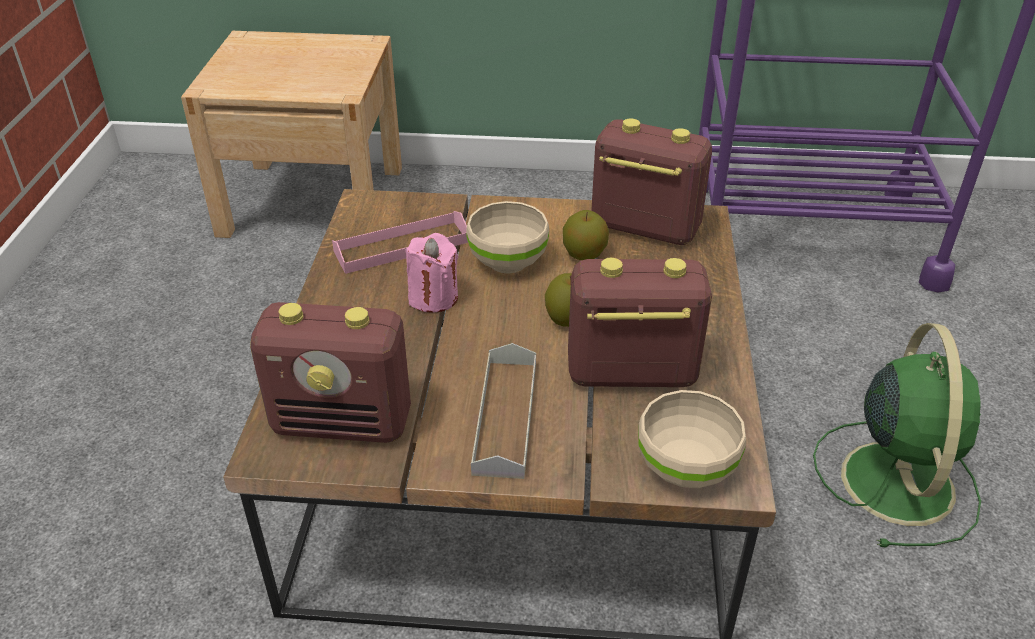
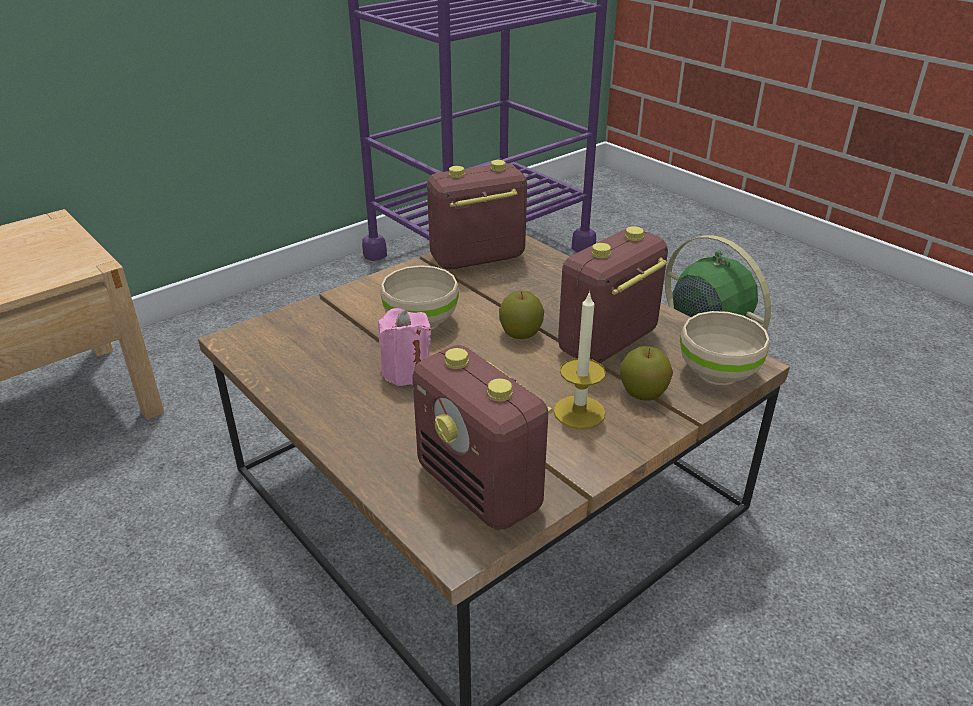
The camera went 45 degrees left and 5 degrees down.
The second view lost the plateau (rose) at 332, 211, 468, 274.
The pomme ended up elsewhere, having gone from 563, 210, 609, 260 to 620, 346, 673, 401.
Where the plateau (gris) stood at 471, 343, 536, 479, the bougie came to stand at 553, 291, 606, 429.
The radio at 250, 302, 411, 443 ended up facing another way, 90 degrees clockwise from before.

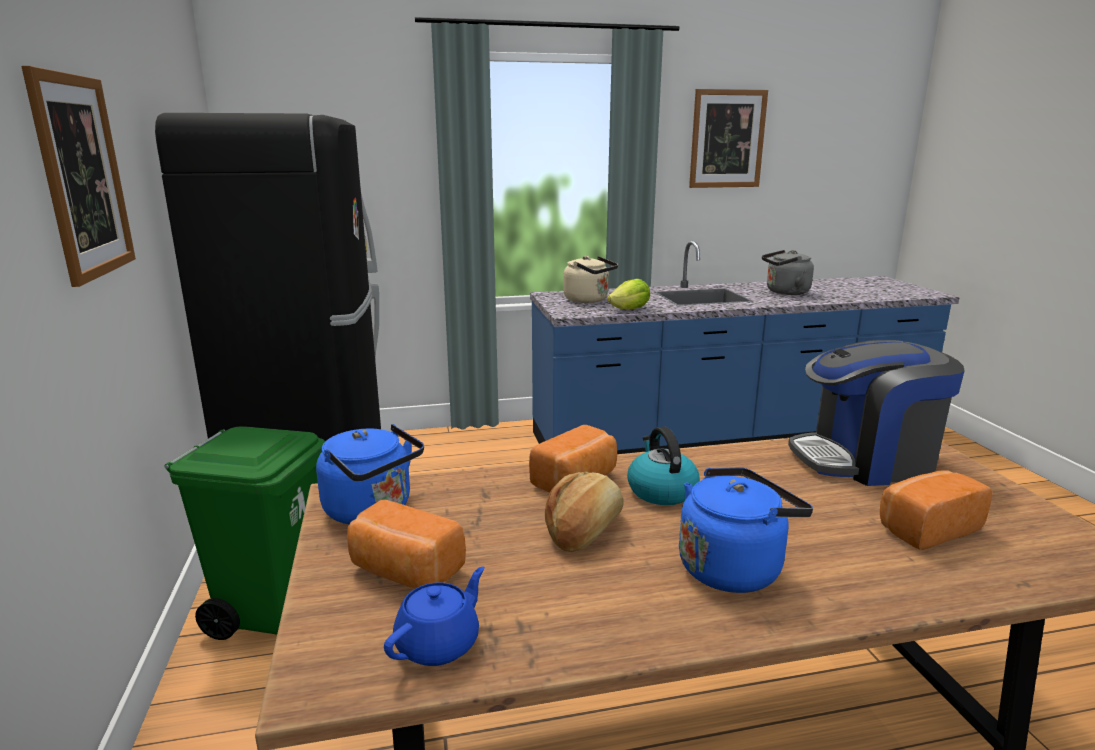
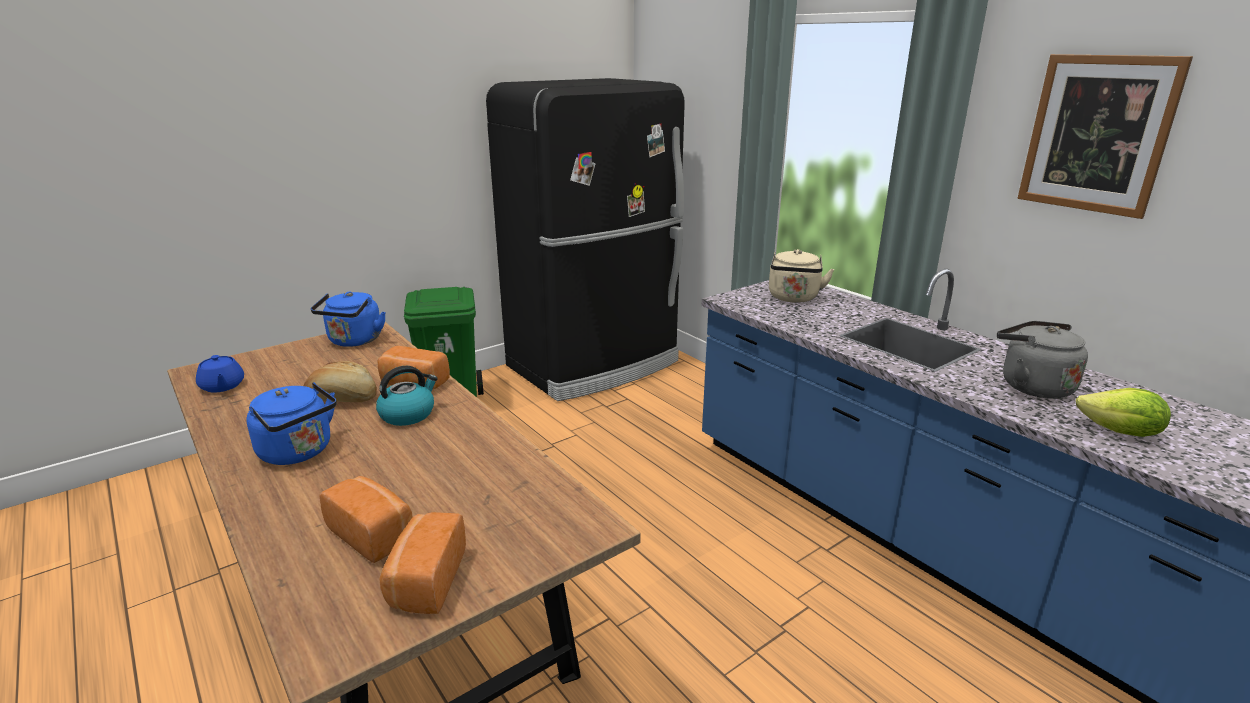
The camera went 65 degrees right and 5 degrees up.
The second view lost the tableau at 22, 66, 136, 287.
The second view lost the machine à café at 788, 340, 965, 486.
The pain ended up elsewhere, having gone from 347, 500, 466, 588 to 379, 512, 466, 614.
The laitue ended up elsewhere, having gone from 607, 279, 650, 310 to 1076, 388, 1171, 437.
The théière (bleu) at 384, 566, 485, 666 ended up facing another way, 45 degrees clockwise from before.

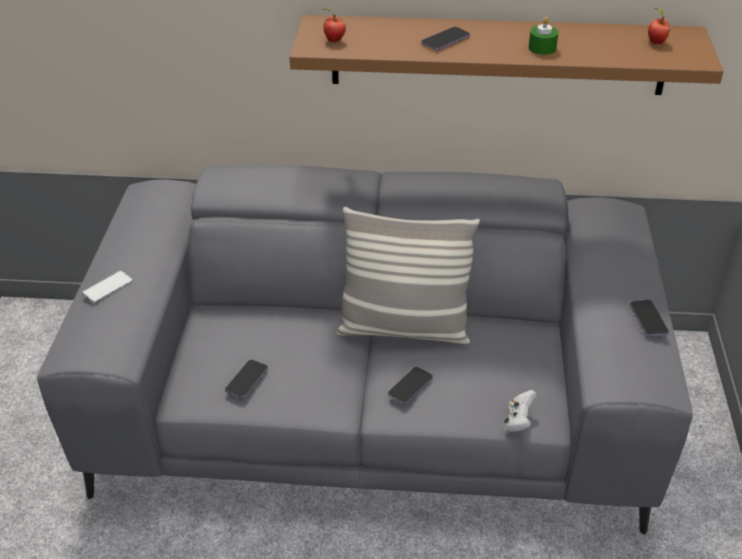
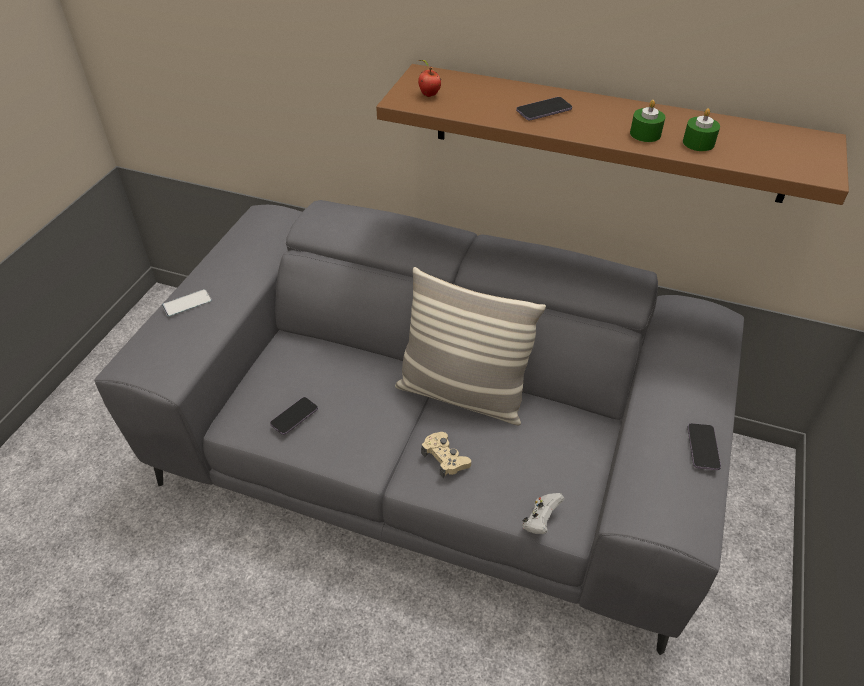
The camera went 15 degrees right and 5 degrees up.
The second view lost the pomme at 648, 8, 670, 44.
The second view gained the bougie (vert) at 683, 108, 720, 151.
Where the téléphone stood at 388, 367, 433, 404, the manette (beige) came to stand at 421, 432, 471, 478.

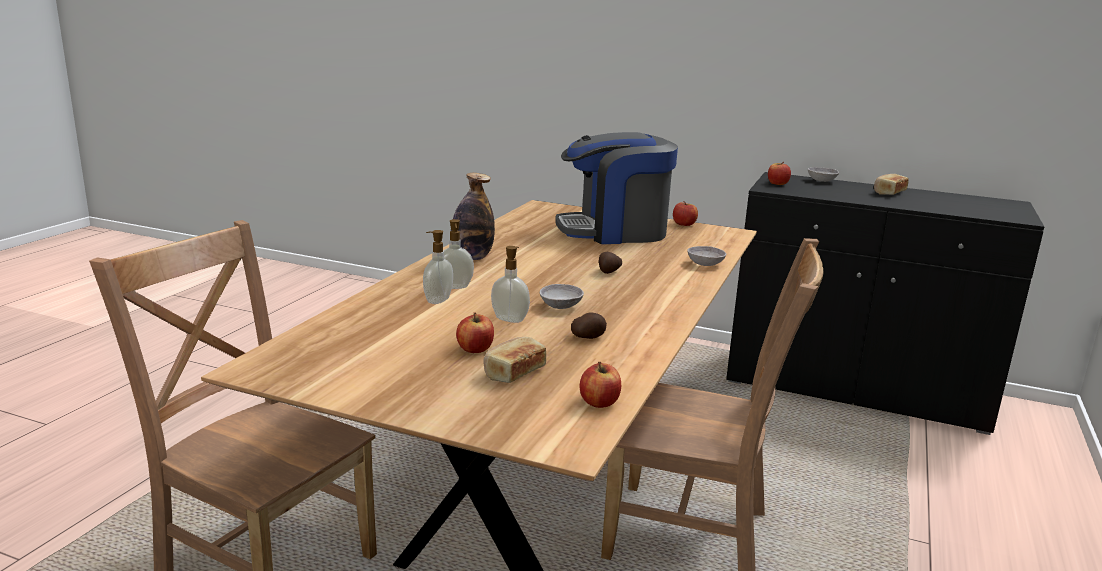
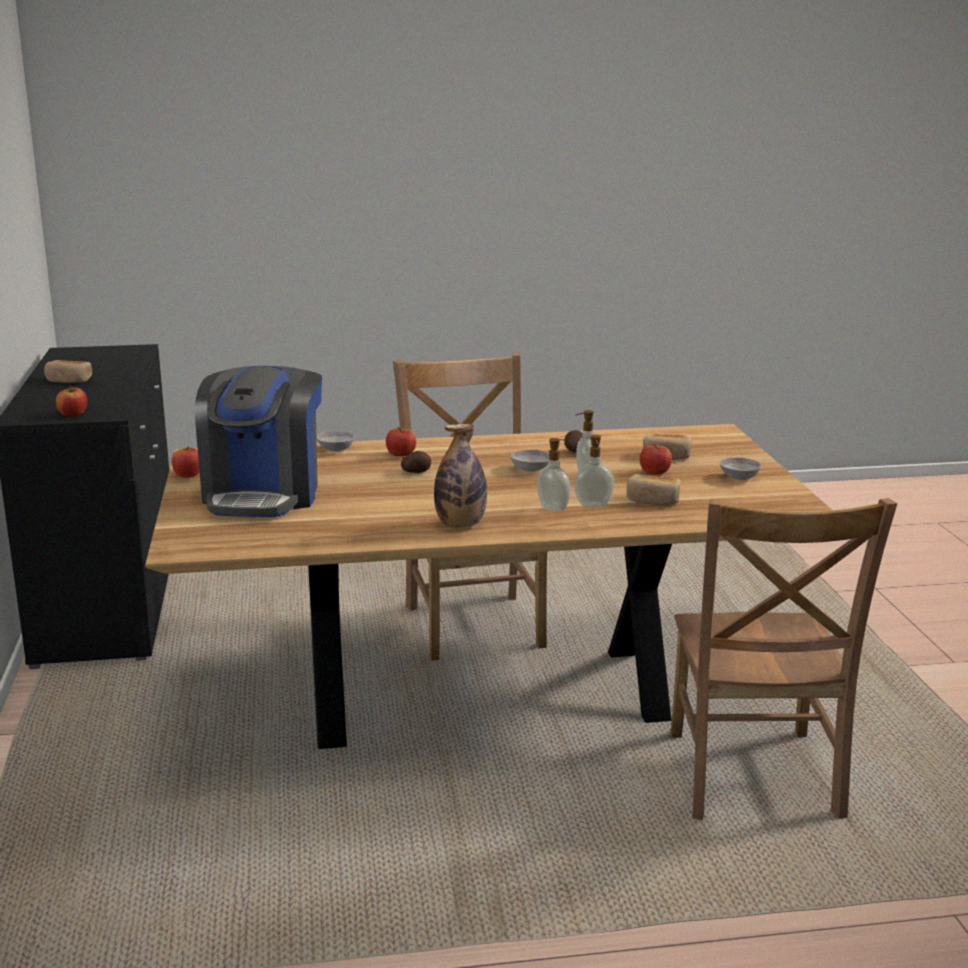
The camera went 120 degrees left and 0 degrees up.
The second view gained the pain at 627, 474, 680, 505.
The pomme ended up elsewhere, having gone from 580, 362, 621, 408 to 386, 427, 416, 456.
The bol (gris) ended up elsewhere, having gone from 808, 167, 839, 182 to 720, 457, 761, 480.
The machine à café at 555, 132, 678, 244 ended up facing another way, 45 degrees clockwise from before.

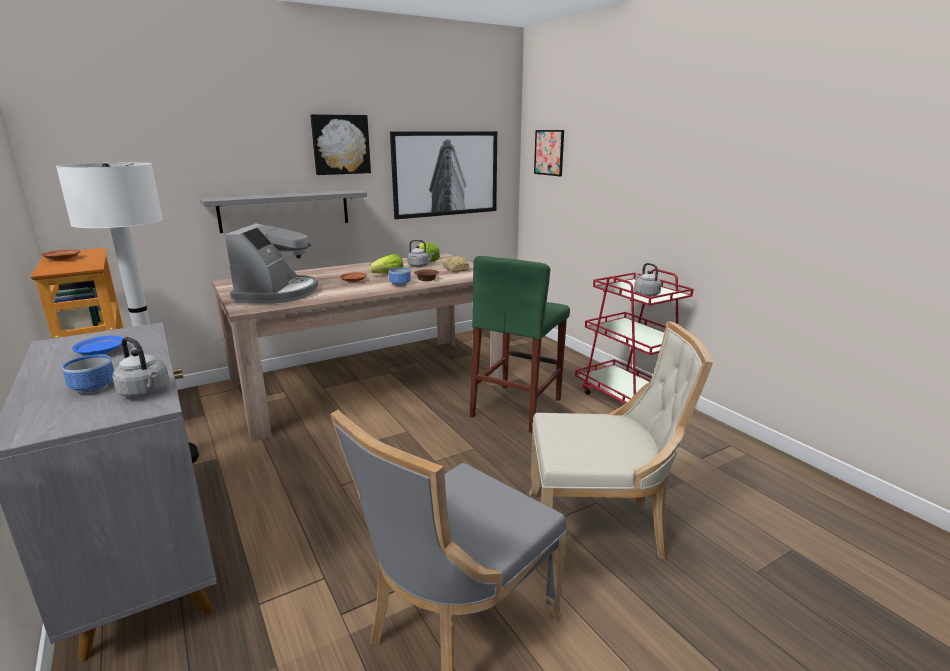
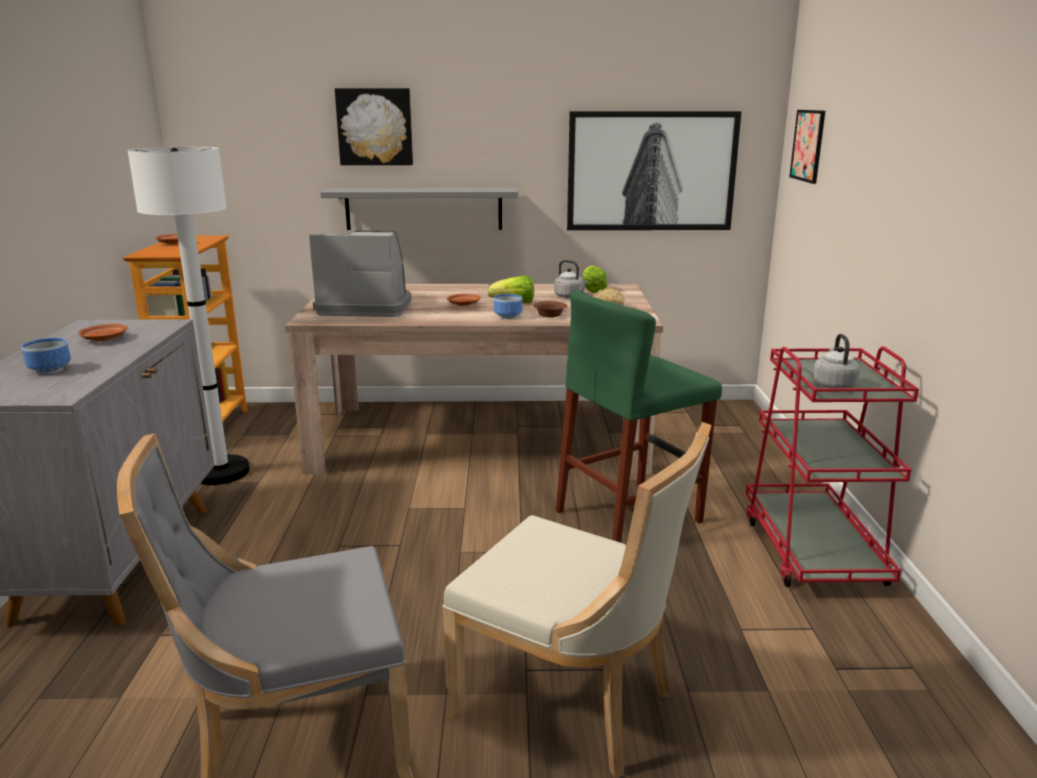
The camera went 30 degrees right and 0 degrees up.
The second view lost the bouilloire (gris) at 112, 337, 169, 398.
The tableau ended up elsewhere, having gone from 310, 114, 371, 175 to 335, 88, 413, 165.
What was the assiette (bleu) at 72, 336, 123, 355 turned into the assiette (marron) at 78, 324, 127, 341.
The machine à café at 225, 223, 318, 304 ended up facing another way, 120 degrees counterclockwise from before.

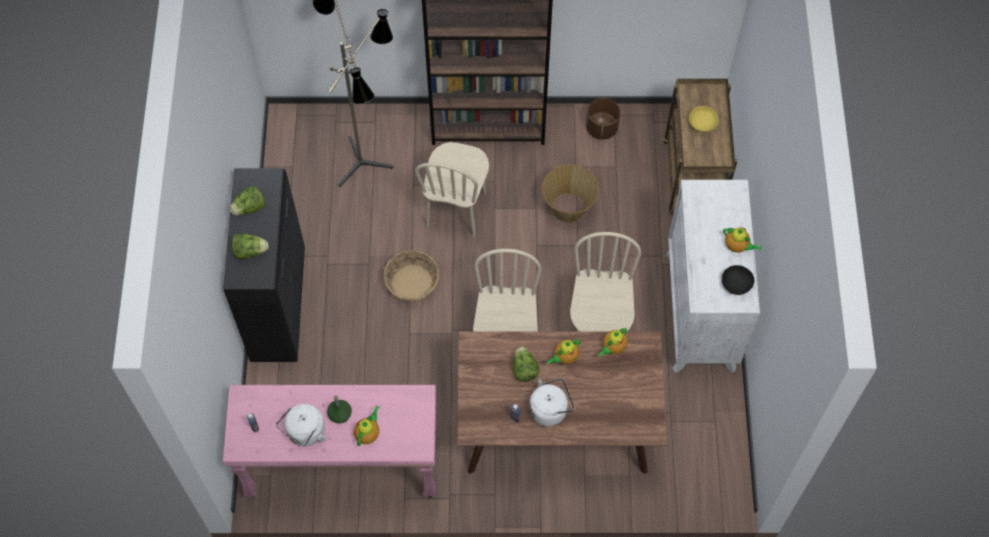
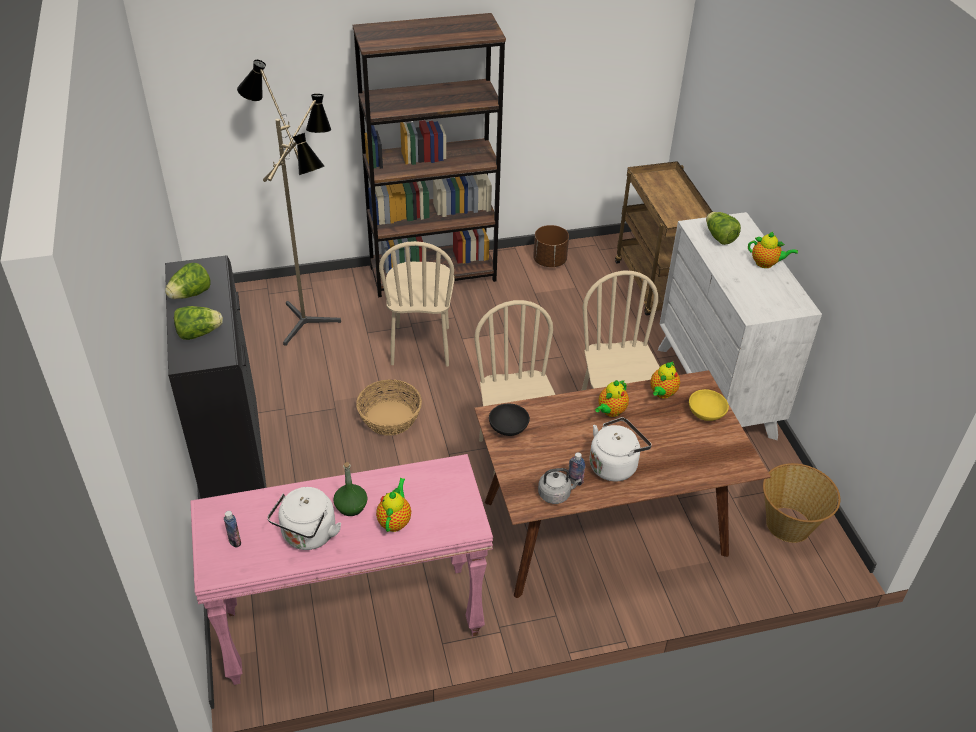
The camera went 15 degrees left and 20 degrees down.
The second view gained the bouilloire (gris) at 538, 468, 582, 504.
The laitue ended up elsewhere, having gone from 513, 346, 539, 382 to 706, 212, 741, 245.
The panier ended up elsewhere, having gone from 542, 164, 599, 223 to 763, 463, 840, 543.
The bol (jaune) ended up elsewhere, having gone from 689, 106, 718, 132 to 689, 389, 729, 421.
The bol (noir) ended up elsewhere, having gone from 722, 265, 754, 295 to 489, 404, 530, 436.

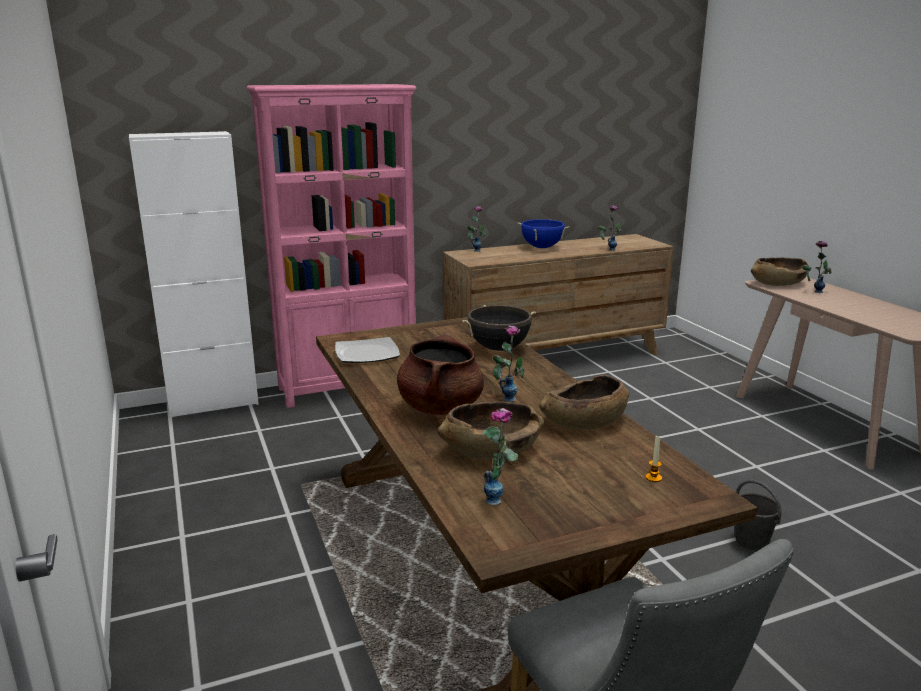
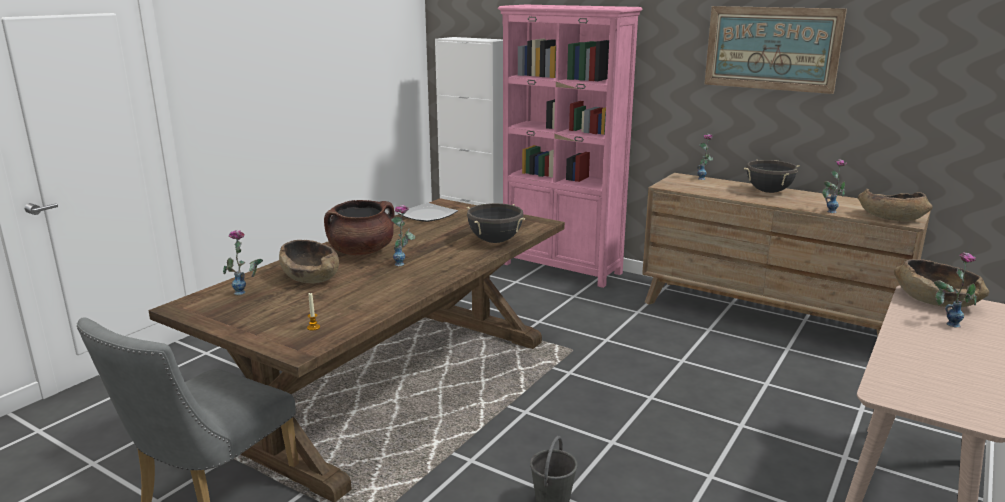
The camera went 55 degrees right and 0 degrees up.
The second view gained the tableau at 705, 6, 847, 94.
The bol (marron) ended up elsewhere, having gone from 539, 375, 629, 430 to 858, 189, 933, 221.
What was the marmite (bleu) at 517, 219, 569, 248 turned into the marmite (noir) at 744, 160, 800, 193.

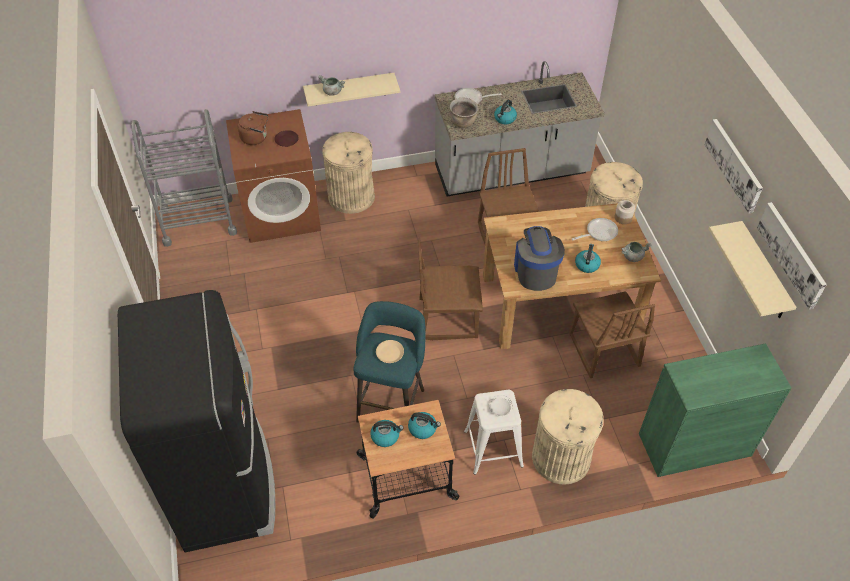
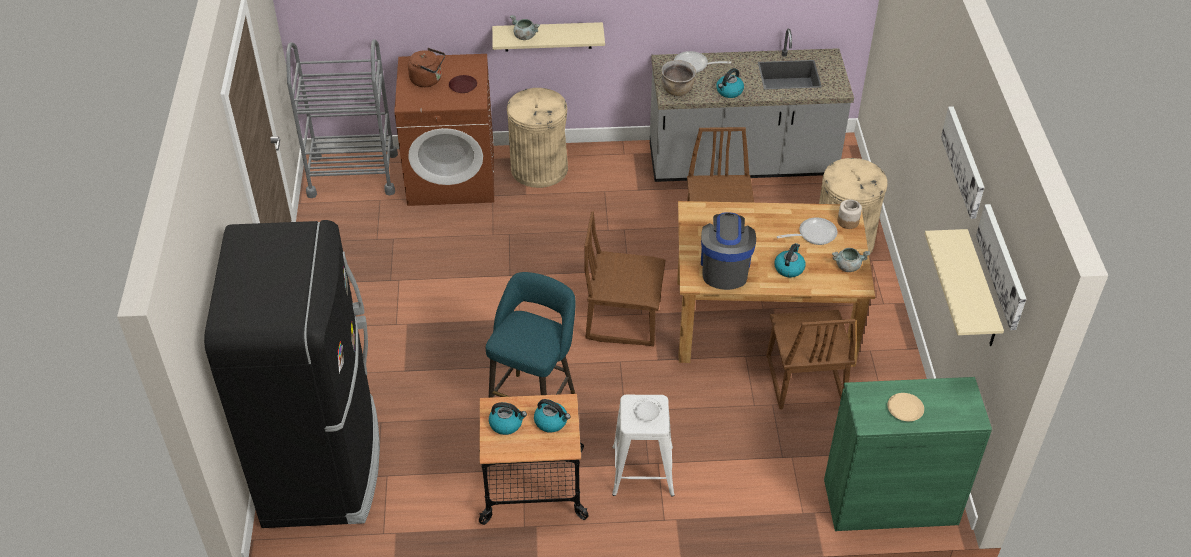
The camera went 10 degrees right and 5 degrees down.
The second view lost the poubelle (beige) at 532, 389, 604, 485.
The assiette (beige) ended up elsewhere, having gone from 376, 340, 404, 363 to 888, 393, 924, 421.

